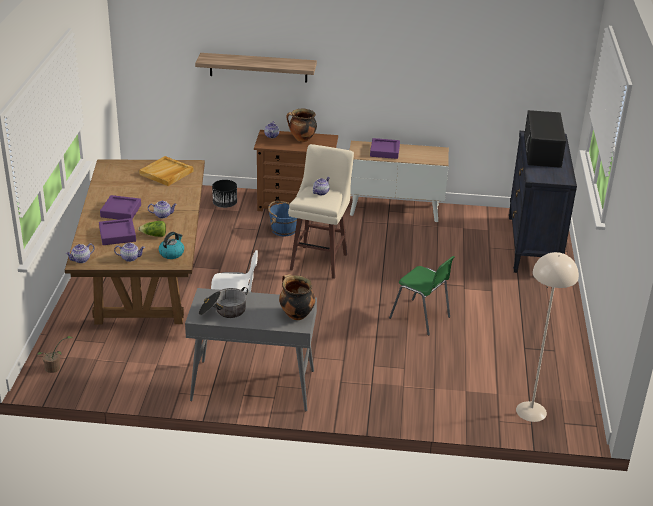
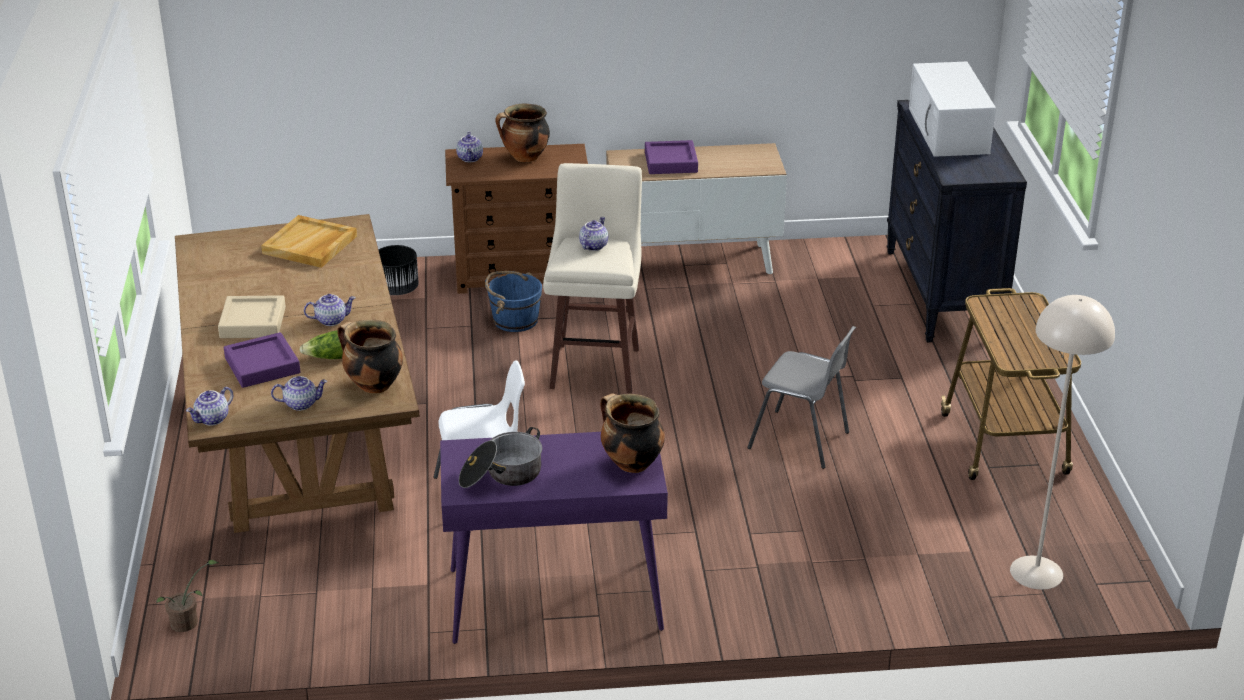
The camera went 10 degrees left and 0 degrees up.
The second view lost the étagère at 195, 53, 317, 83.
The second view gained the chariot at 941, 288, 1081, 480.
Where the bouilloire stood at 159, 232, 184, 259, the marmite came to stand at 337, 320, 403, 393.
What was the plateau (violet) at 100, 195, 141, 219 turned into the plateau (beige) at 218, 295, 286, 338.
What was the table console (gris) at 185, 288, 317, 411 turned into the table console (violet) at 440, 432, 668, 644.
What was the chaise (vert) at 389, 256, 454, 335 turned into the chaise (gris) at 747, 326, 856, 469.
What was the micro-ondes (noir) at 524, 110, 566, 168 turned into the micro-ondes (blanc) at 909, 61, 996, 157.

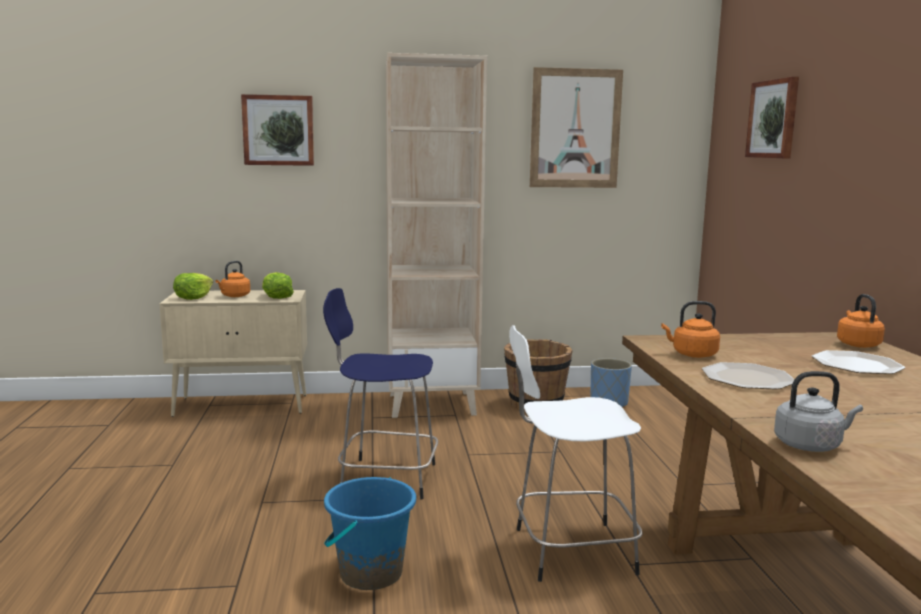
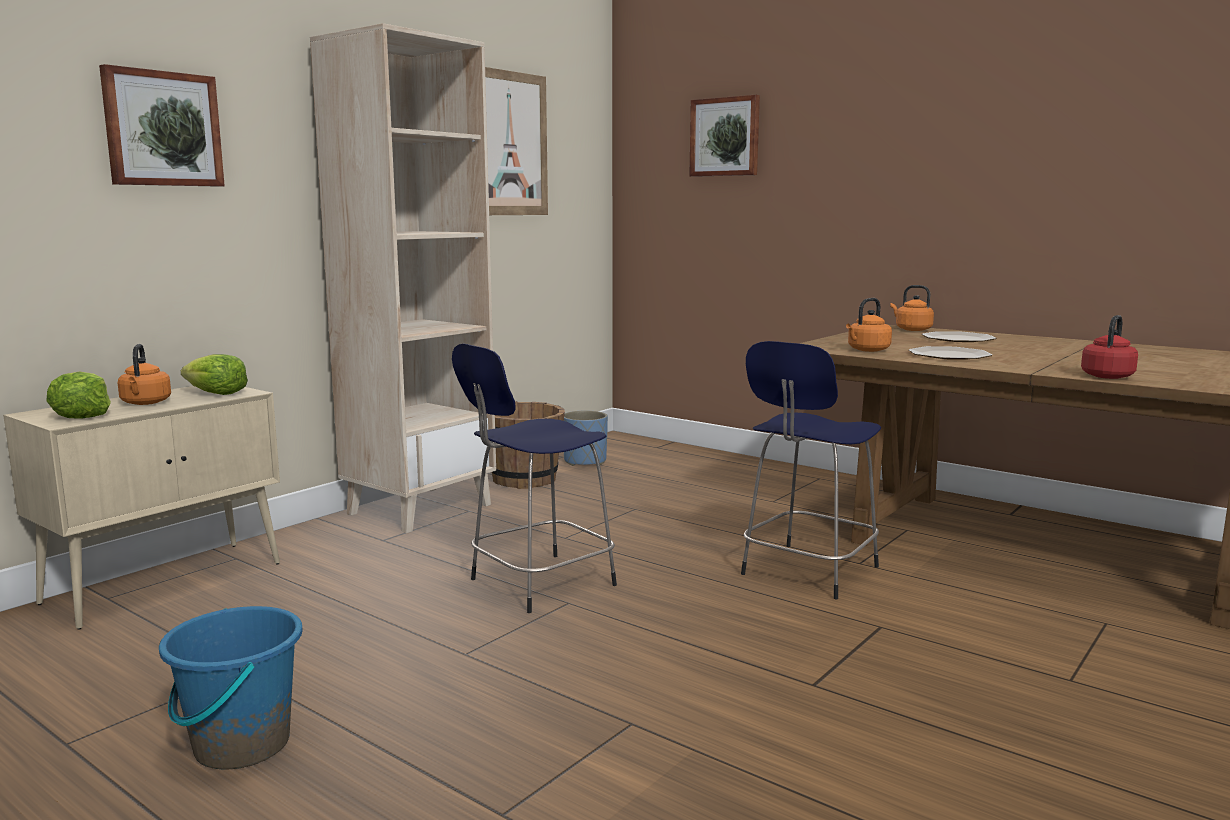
The camera went 45 degrees left and 0 degrees up.
The seau (bleu) ended up elsewhere, having gone from 324, 477, 416, 590 to 159, 606, 303, 770.
What was the tabouret (blanc) at 509, 325, 643, 582 turned into the tabouret (bleu) at 741, 341, 881, 599.
What was the bouilloire (gris) at 774, 371, 863, 452 turned into the bouilloire (rouge) at 1081, 315, 1138, 379.

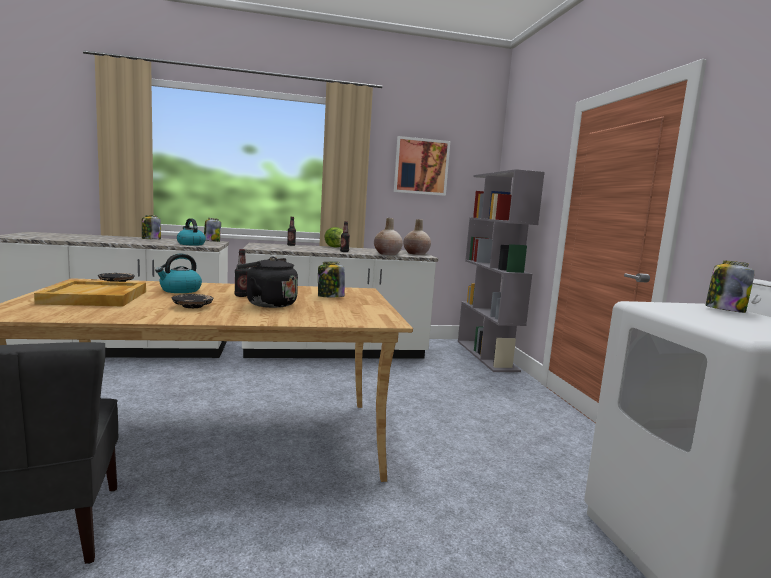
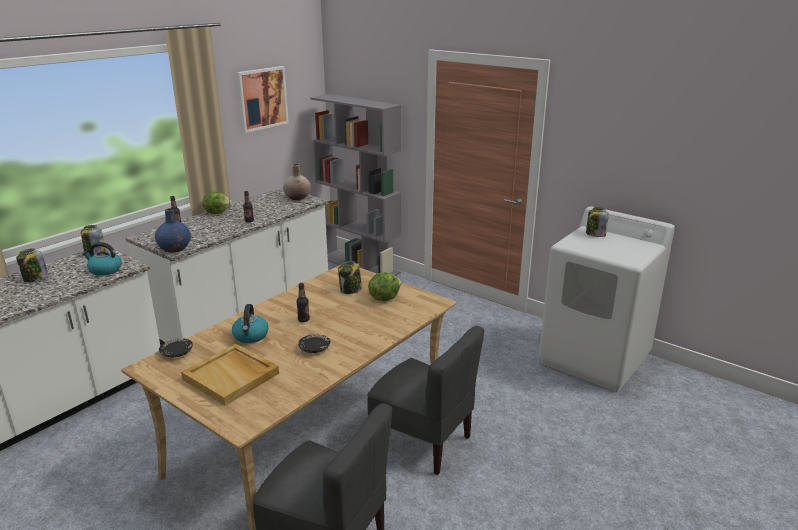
The camera went 40 degrees left and 15 degrees up.
The second view lost the bouilloire (noir) at 237, 257, 298, 308.
The second view lost the vase (beige) at 374, 218, 403, 255.
The second view gained the vase (bleu) at 155, 208, 191, 253.
The second view gained the chaise (gris) at 367, 326, 484, 475.
The second view gained the laitue at 368, 272, 401, 301.

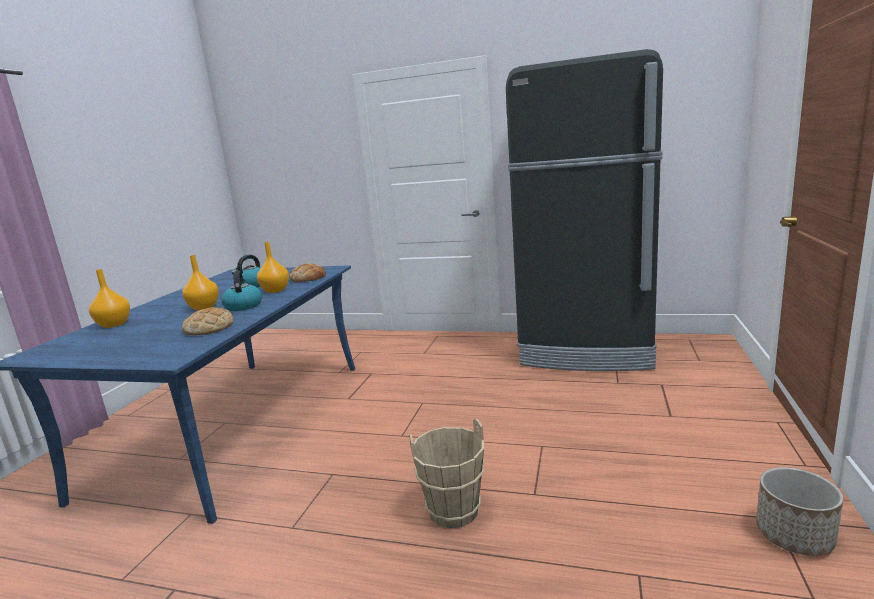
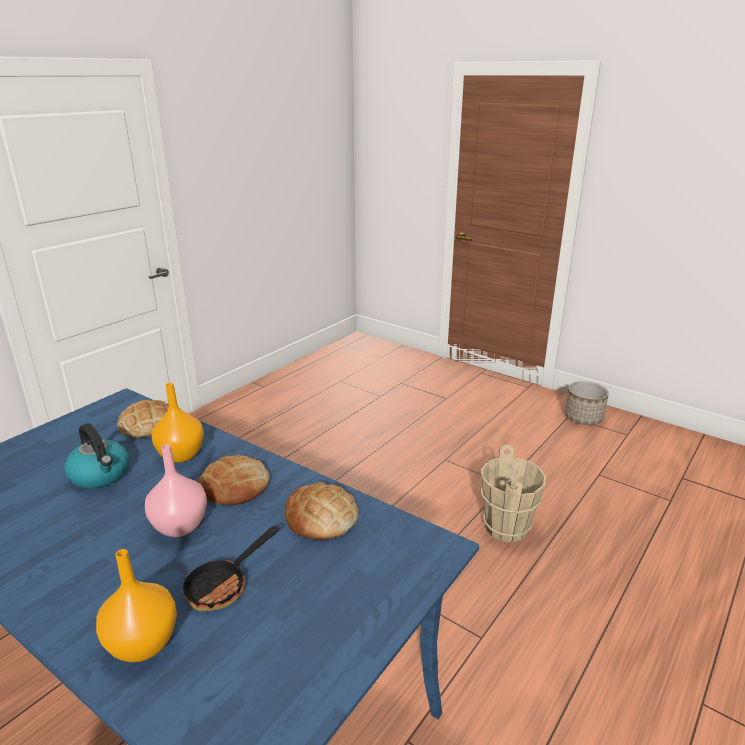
The camera went 70 degrees left and 10 degrees up.
The second view lost the réfrigérateur (noir) at 506, 49, 663, 371.
The second view gained the poêle at 183, 526, 278, 612.
Where the bouilloire stood at 222, 271, 262, 311, the pain came to stand at 198, 455, 270, 505.
What was the vase (orange) at 182, 255, 219, 310 turned into the vase (rose) at 145, 444, 207, 537.

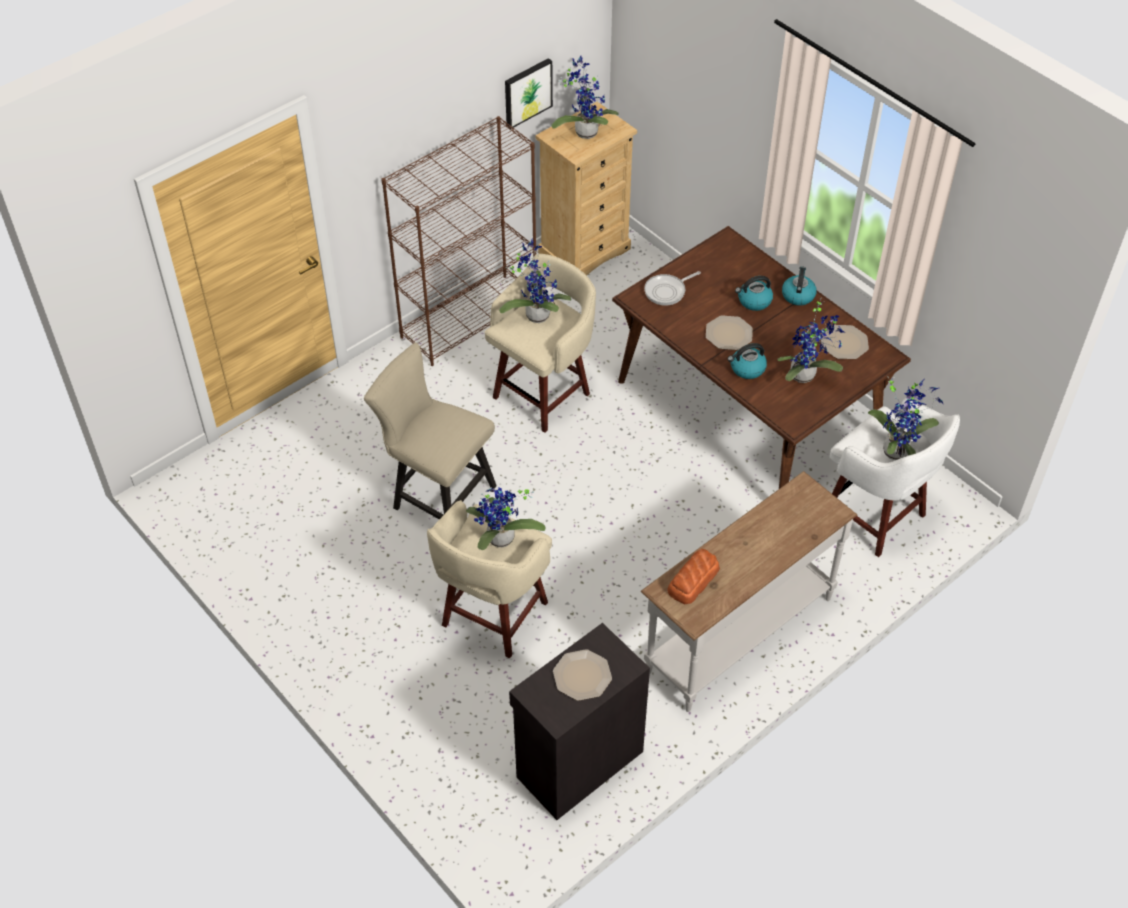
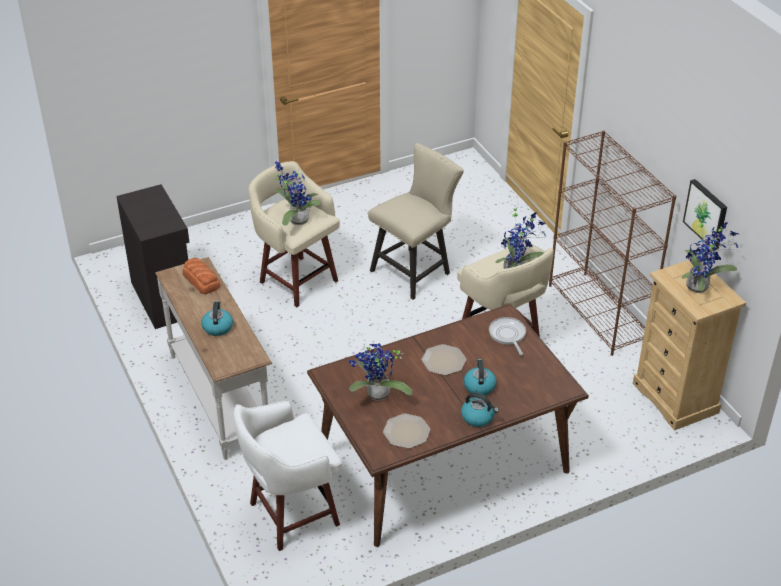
The camera went 105 degrees right and 10 degrees down.
The second view lost the assiette at 553, 649, 612, 701.
The second view lost the plante en pot at 868, 376, 944, 460.
The bouilloire ended up elsewhere, having gone from 728, 343, 767, 379 to 201, 301, 233, 336.

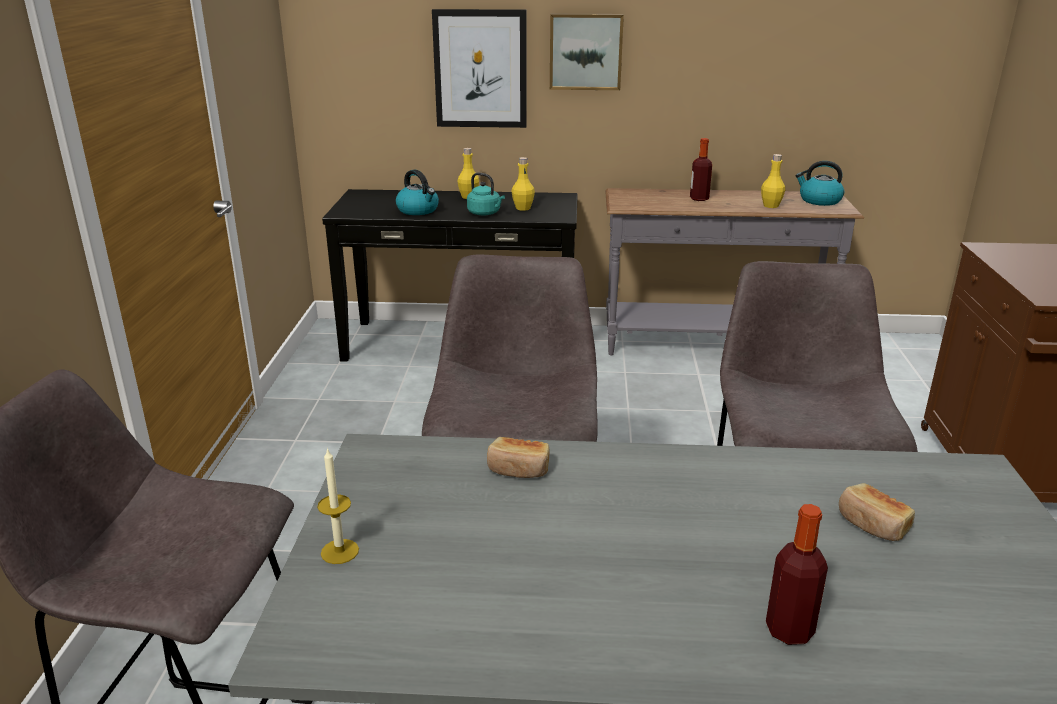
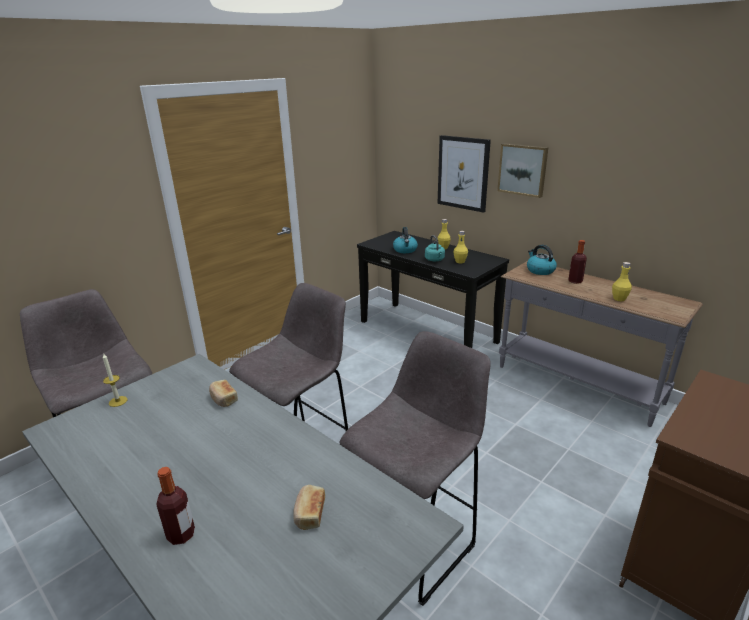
The camera went 40 degrees right and 0 degrees up.
The bouilloire ended up elsewhere, having gone from 795, 161, 844, 206 to 527, 245, 557, 275.

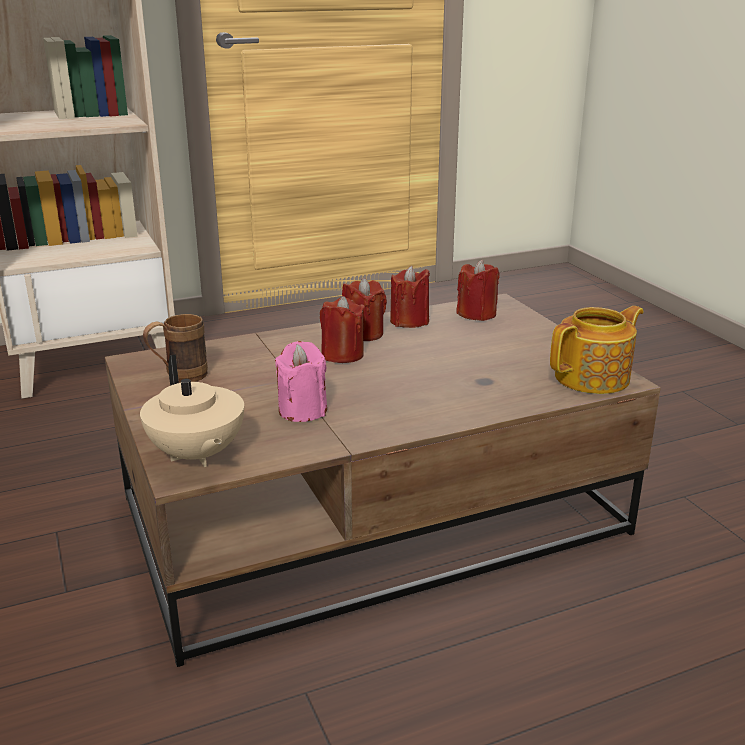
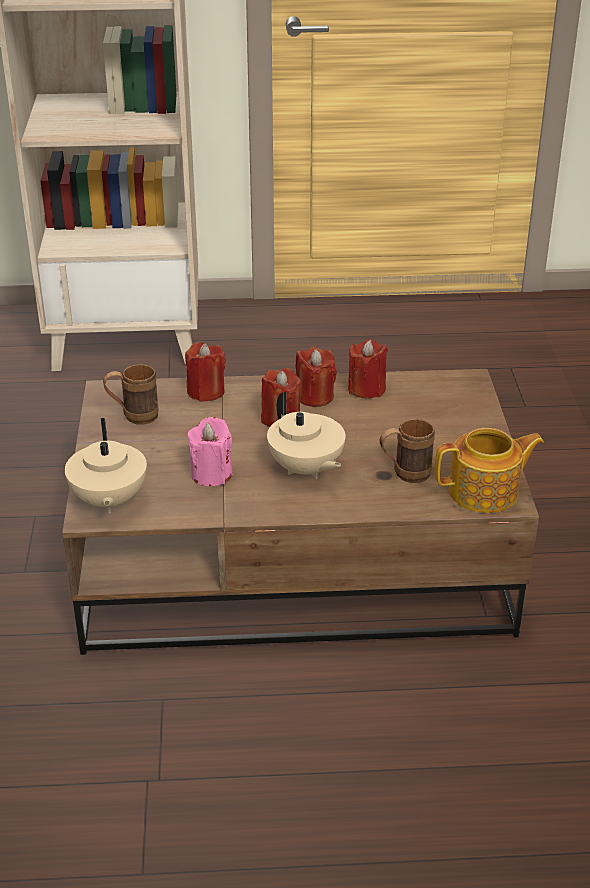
The camera went 20 degrees right and 10 degrees up.
The second view gained the théière (beige) at 267, 392, 346, 479.
The second view gained the mug (marron) at 379, 419, 435, 483.
The bougie (rouge) ended up elsewhere, having gone from 456, 260, 500, 321 to 185, 343, 226, 402.

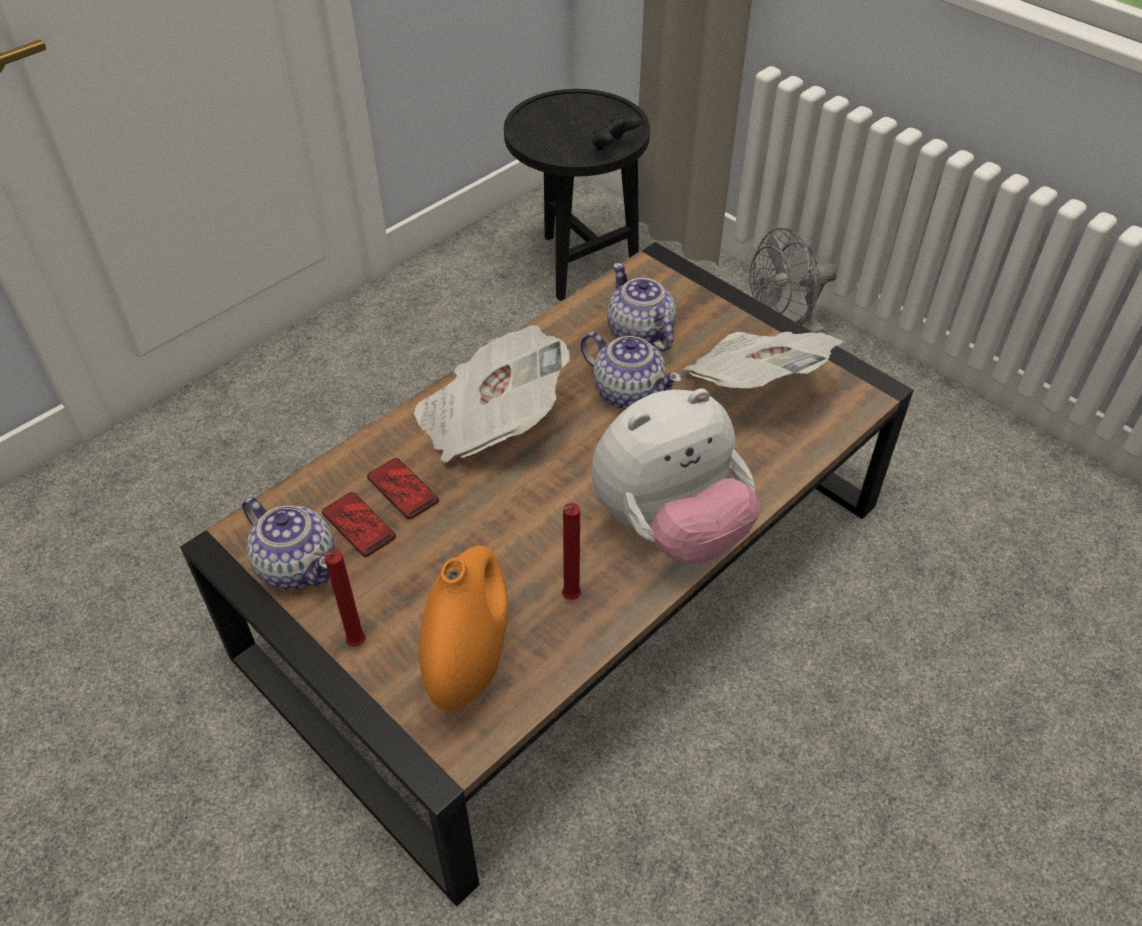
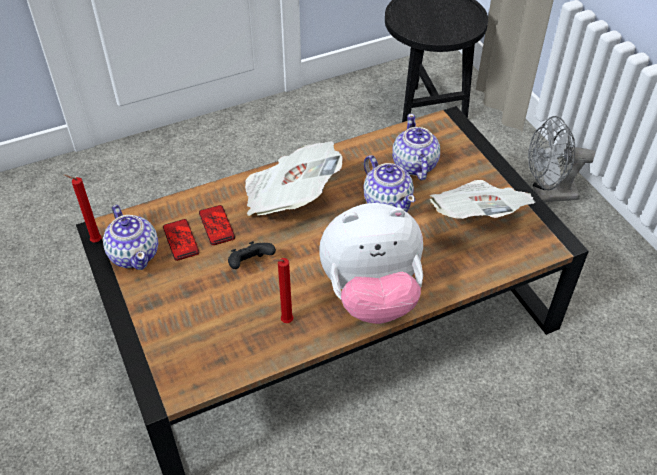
The camera went 20 degrees right and 0 degrees up.
The second view lost the vase (orange) at 418, 546, 508, 711.
The bougie (rouge) ended up elsewhere, having gone from 313, 550, 366, 647 to 64, 174, 102, 242.
The manette (noir) ended up elsewhere, having gone from 592, 115, 642, 151 to 228, 241, 276, 269.

